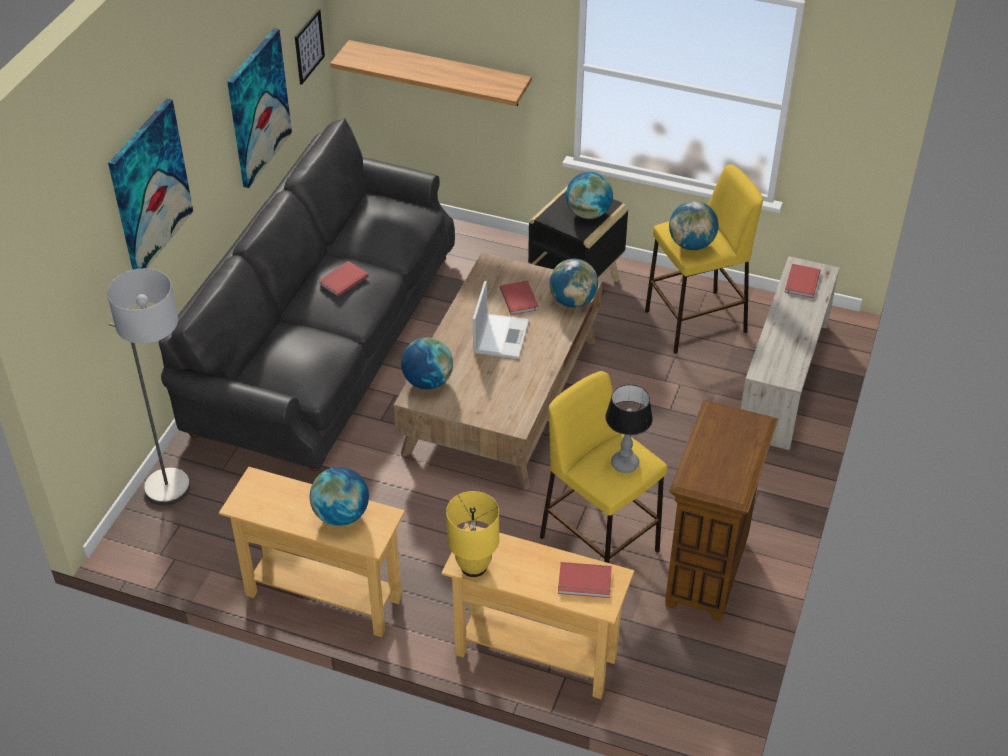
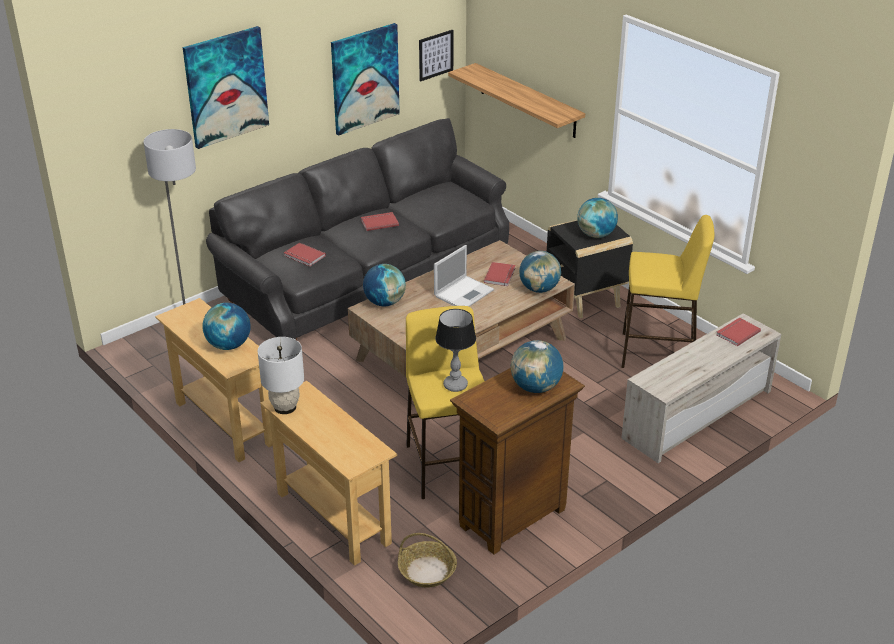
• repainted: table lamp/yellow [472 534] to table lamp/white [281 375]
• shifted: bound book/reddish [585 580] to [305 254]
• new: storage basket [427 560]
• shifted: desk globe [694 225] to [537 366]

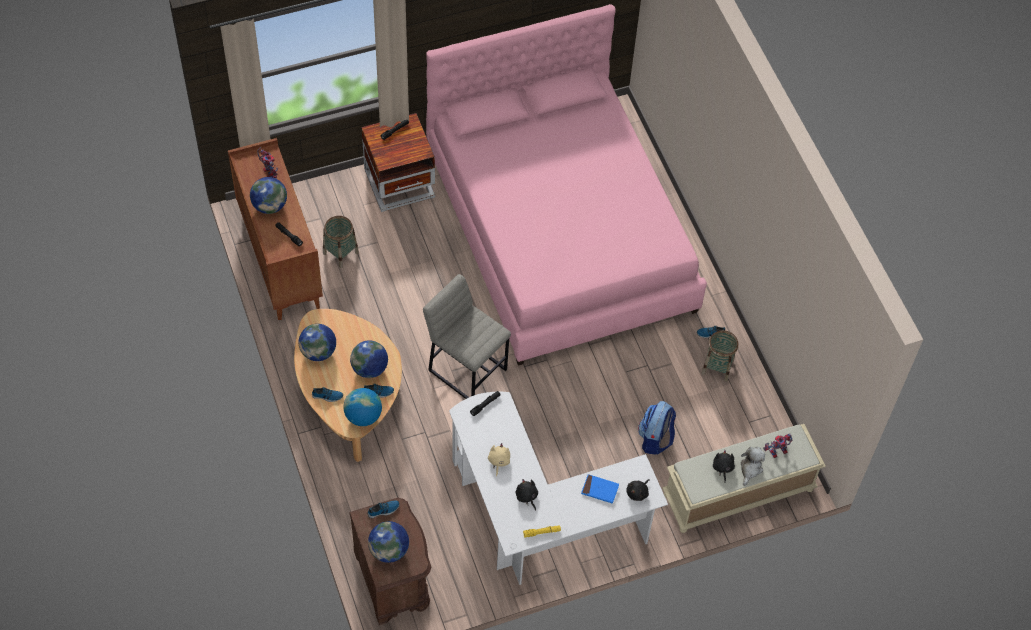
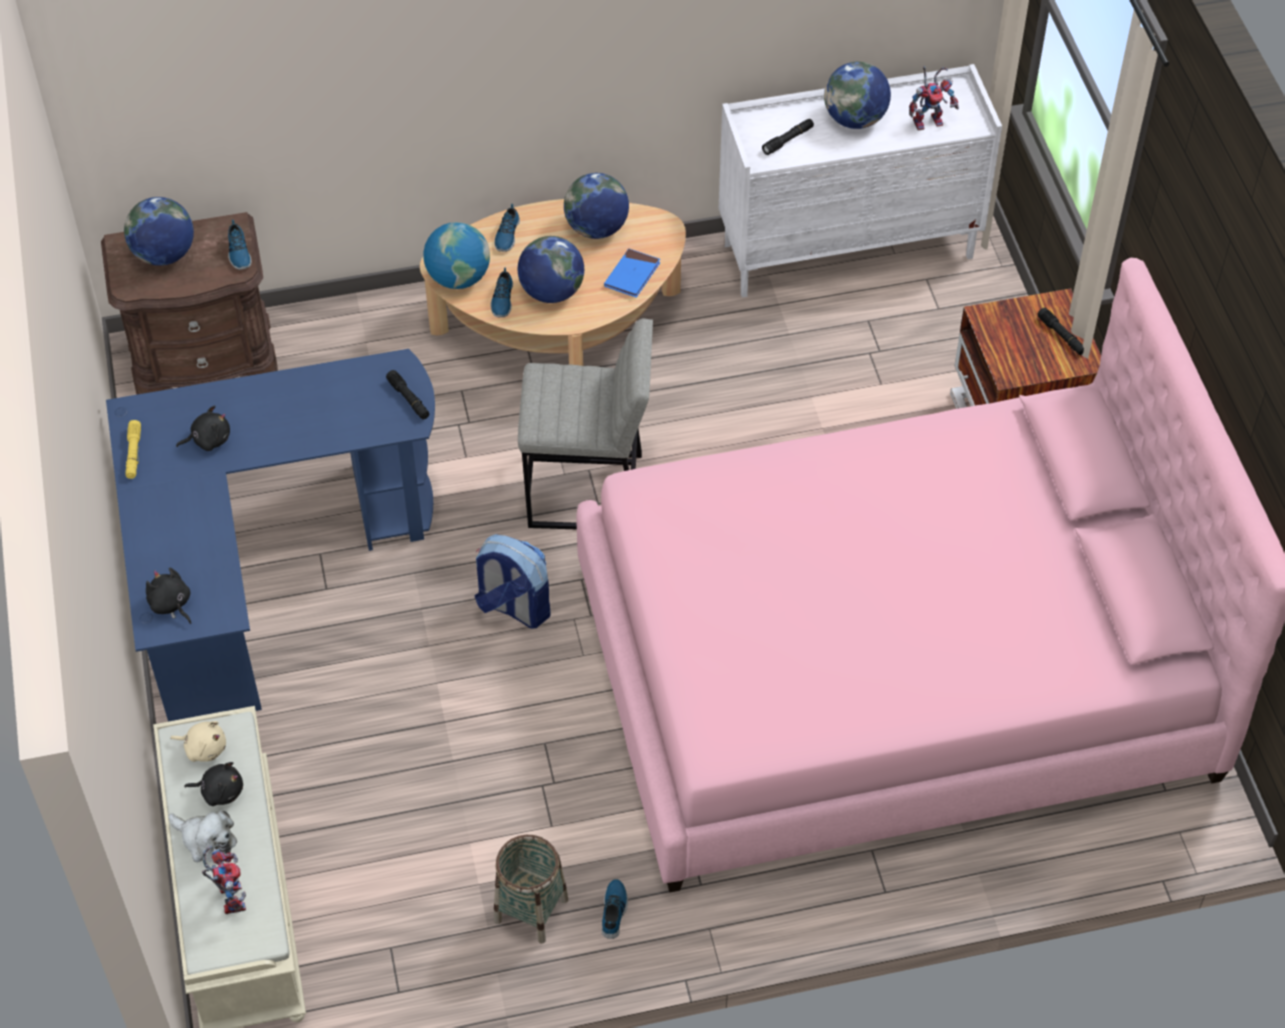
• repainted: desk unit/white [558 488] to desk unit/blue-coloured [270 535]
• shifted: soft toy/beige [499 460] to [198 741]
• shifted: rucksack [657 427] to [513 581]
• rotated: upright chair/greyish [467 336] = [585 423] 45 degrees clockwise
• shifted: bound book/blue-coloured [600 489] to [632 273]
• repainted: cabinet/brown [275 229] to cabinet/white [860 180]
• gone: storage basket [341 242]

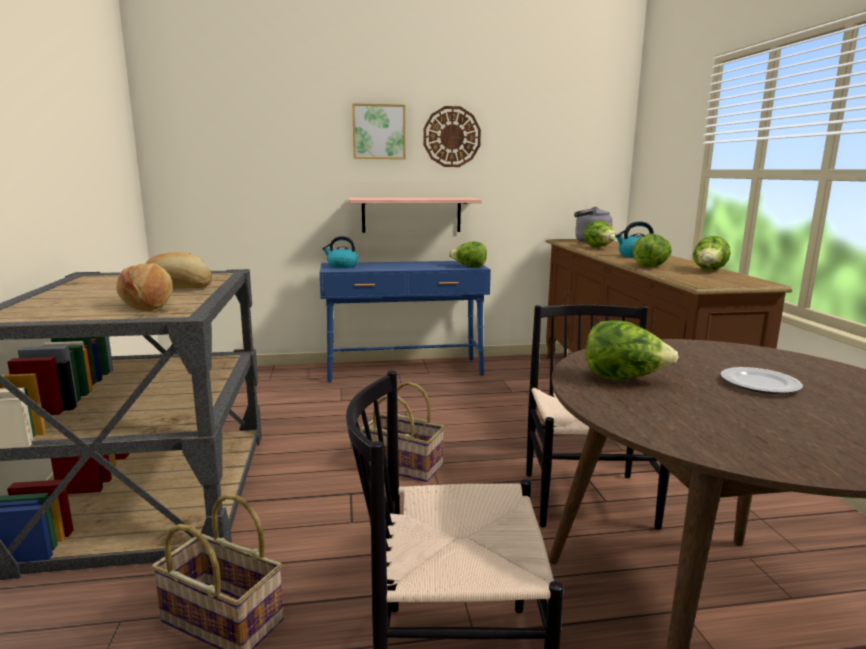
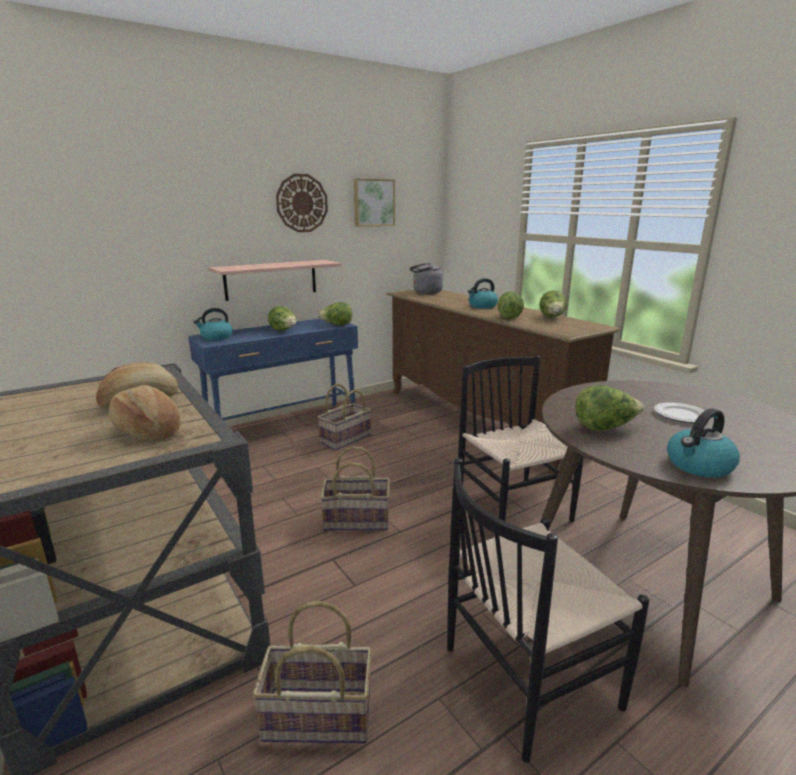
• shifted: lettuce [600 234] to [282 318]
• new: storage basket [344 417]
• shifted: wall picture [379 131] to [374 202]
• new: kettle [703 443]

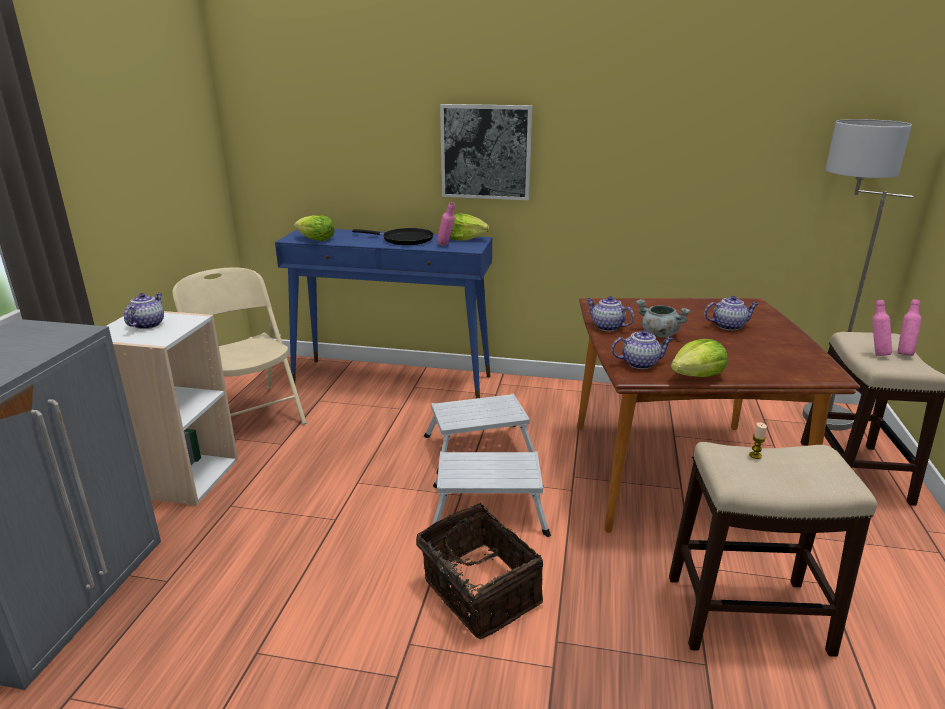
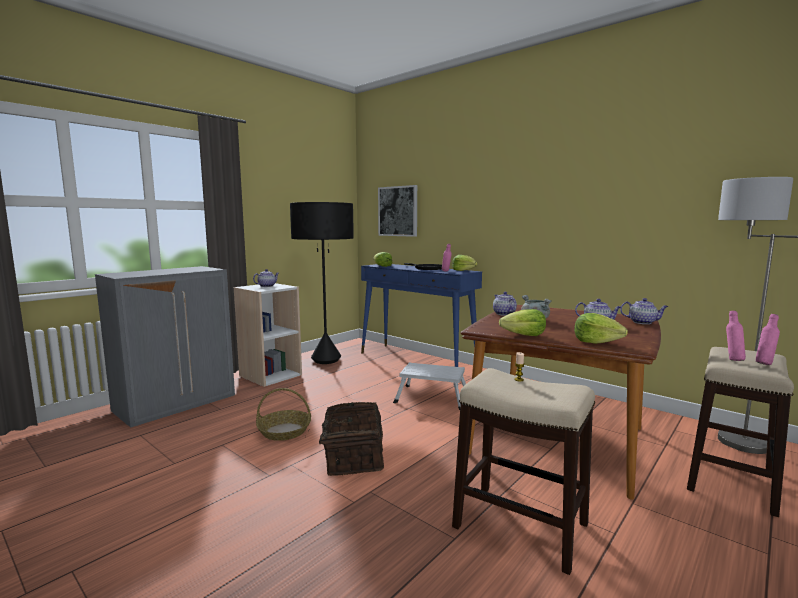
• new: storage basket [283 414]
• swapped: upright chair/beige [239 346] to standing lamp/blackish [322 283]
• shifted: wall picture [486 152] to [397 211]
• new: lettuce [601 328]
• shifted: teapot [642 349] to [644 311]
• gone: step ladder/white [491 494]

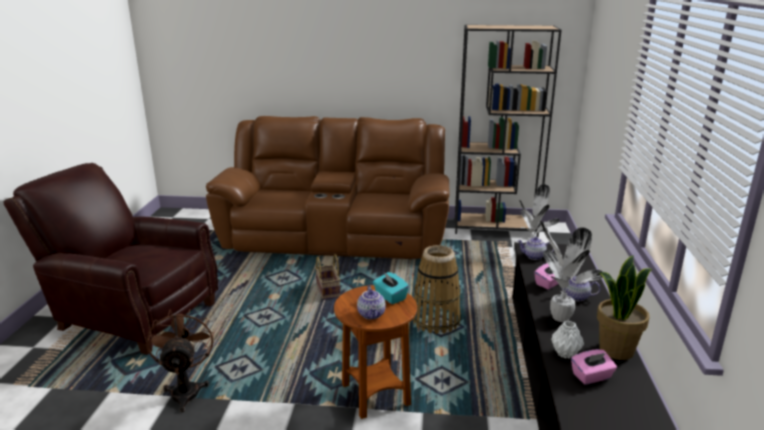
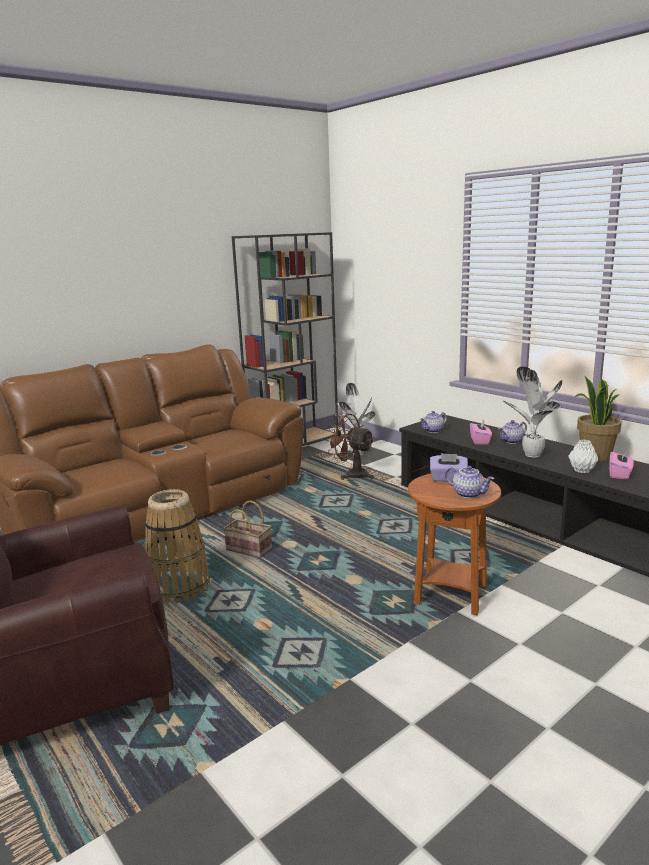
• shifted: storage basket [436 289] to [177 546]
• shifted: cooling fan/brown [180 360] to [350 446]
• repainted: tissue box/turquoise-coloured [391 288] to tissue box/purple-coloured [449 467]

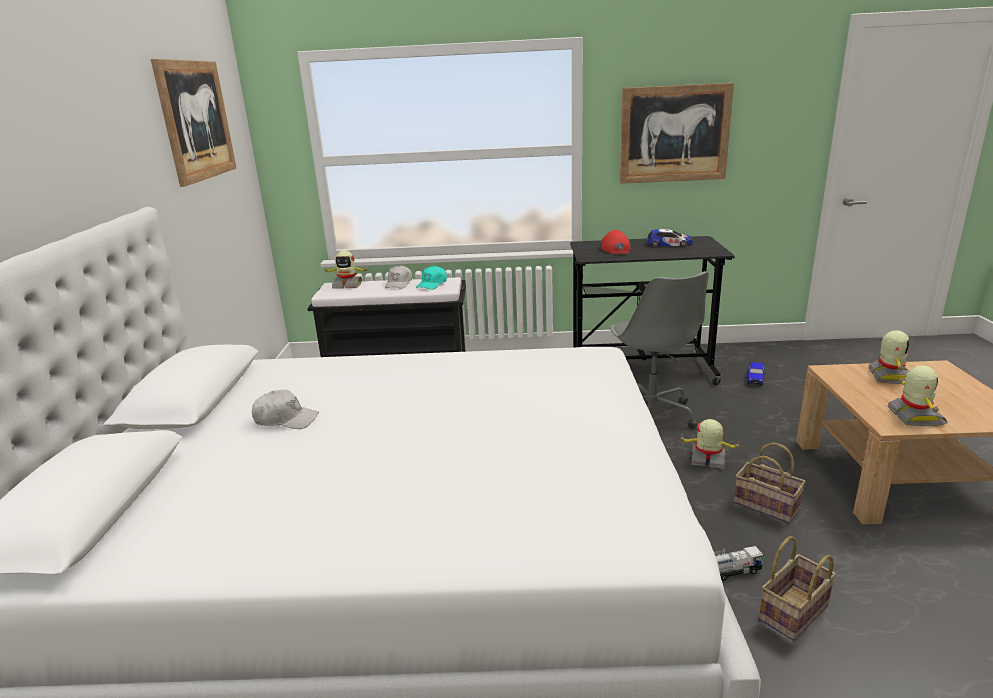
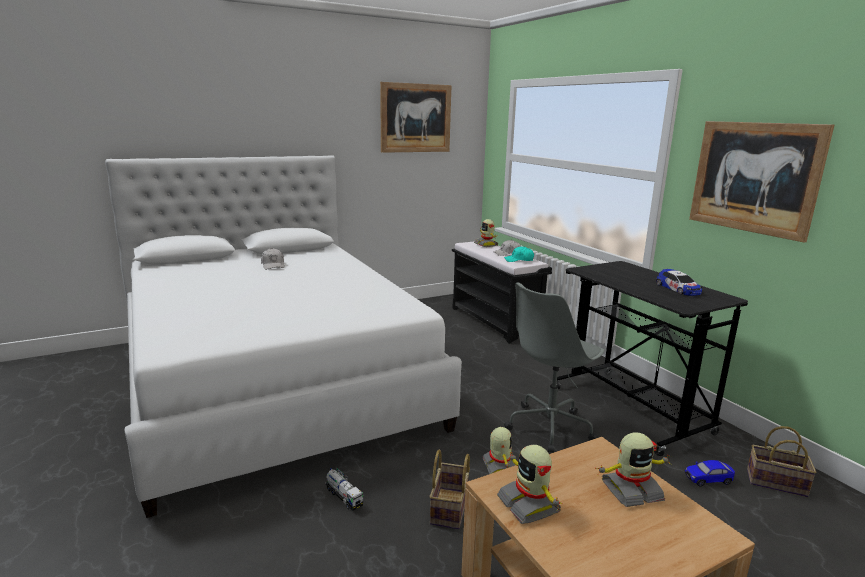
• rotated: model robot [917 395] = [530 484] 90 degrees clockwise
• shifted: storage basket [797 588] to [782 461]
• gone: baseball cap/reddish [616 242]

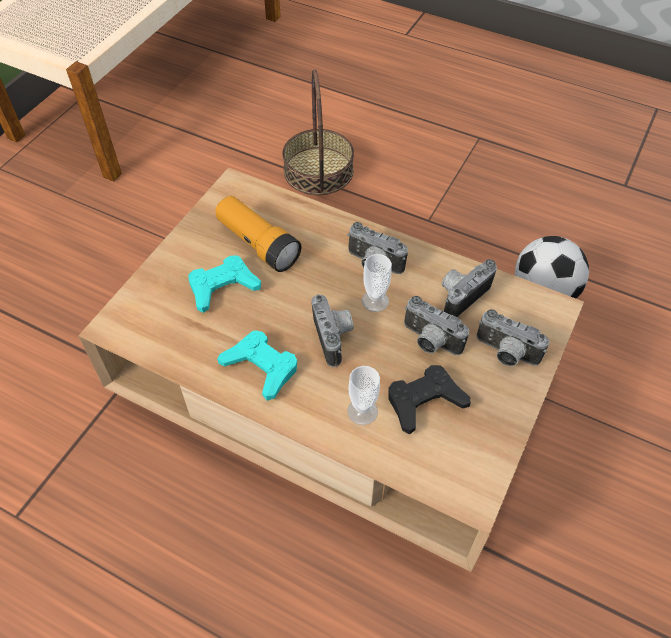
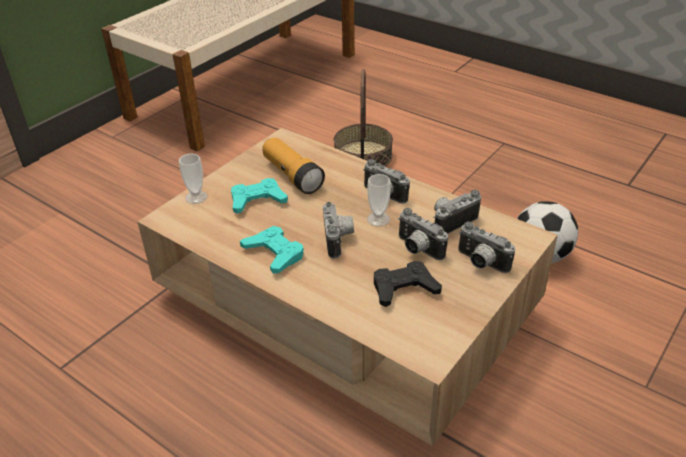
• shifted: small cup [363 395] to [193 179]

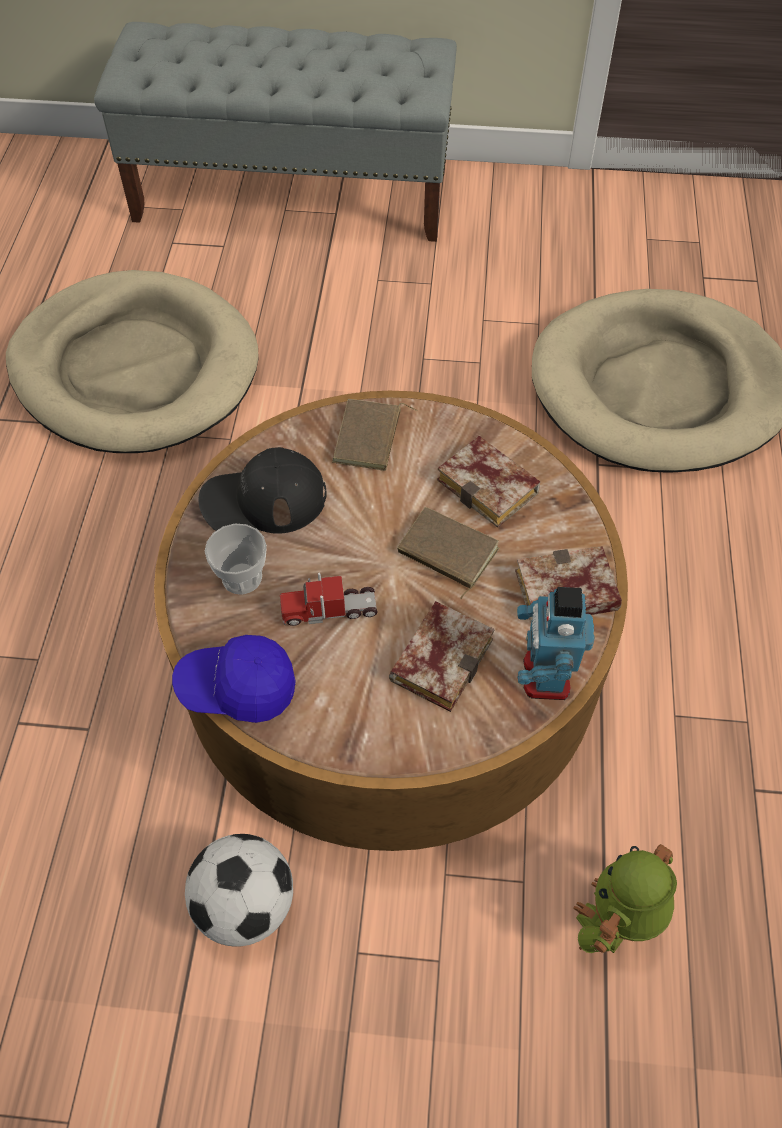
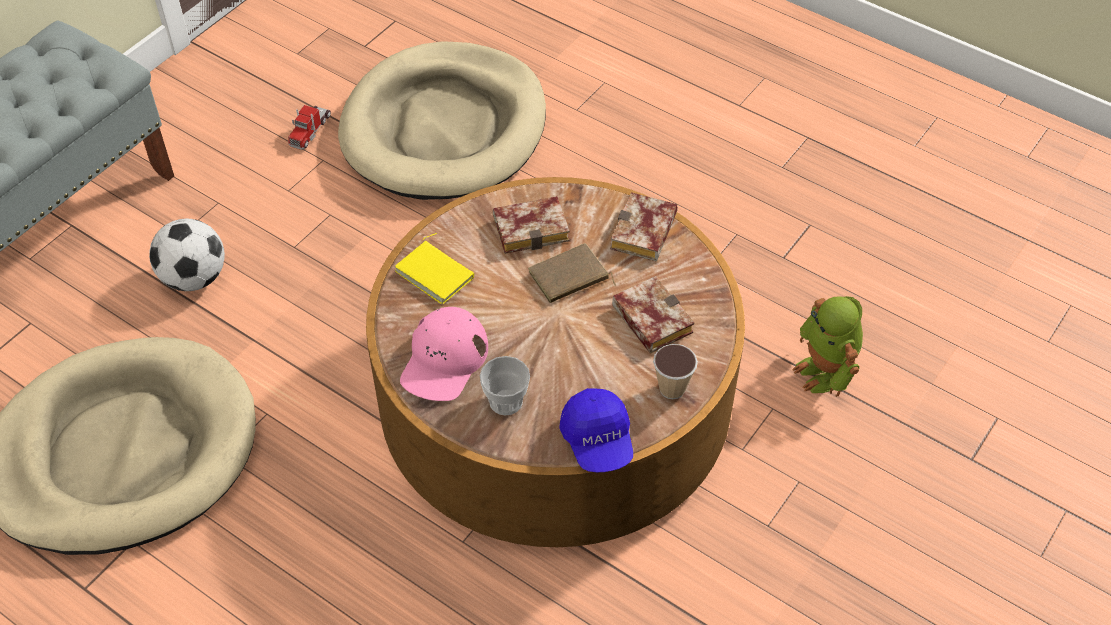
• shifted: football [239 890] to [187 255]
• shifted: toy truck [329 599] to [309 127]
• repainted: bound book/brown [374 435] to bound book/yellow [434 269]
• repainted: baseball cap/blackish [262 490] to baseball cap/pinkish [444 354]
• rotated: baseball cap/blue-coloured [233 679] = [596 430] 45 degrees counterclockwise
• new: small cup [675 371]
• gone: model robot [556 643]

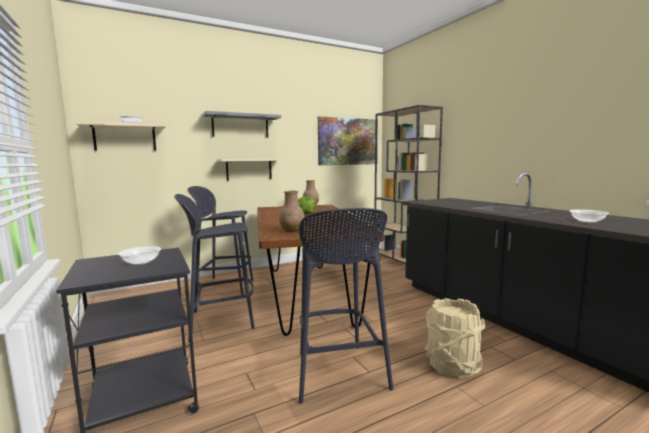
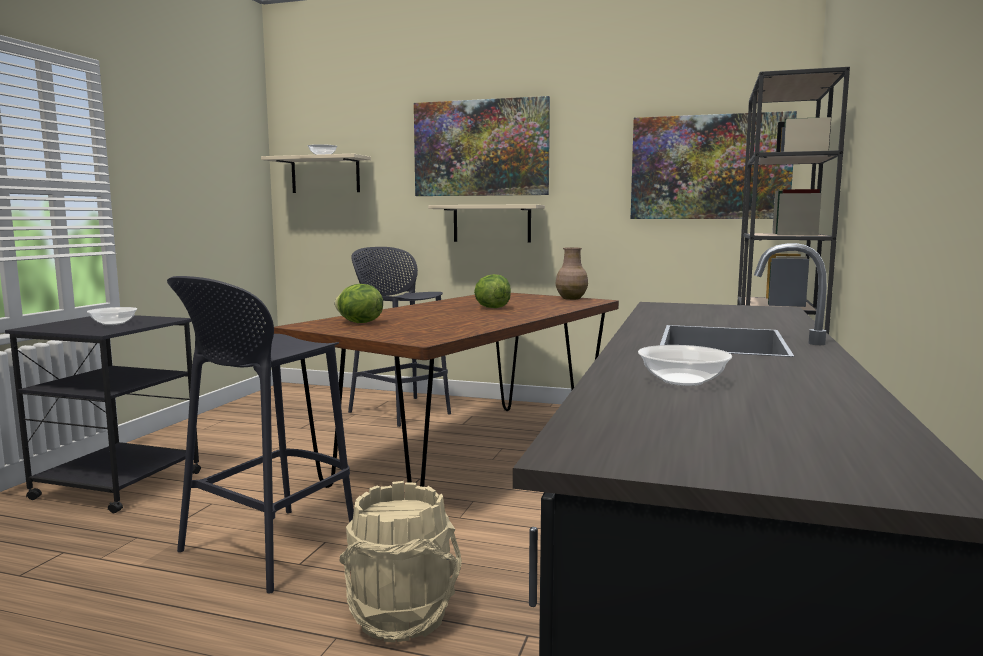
• swapped: flower vase/brown [291 211] to lettuce [358 303]
• swapped: shelf/greyish [241 124] to wall picture [482 146]
• gone: sitting stool/greyish [214 268]

